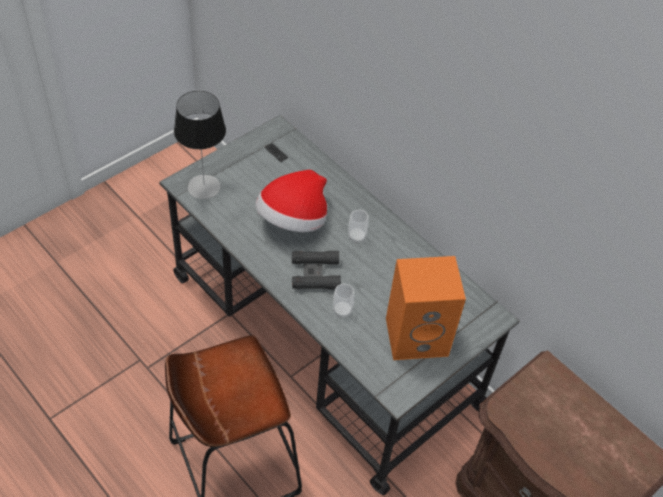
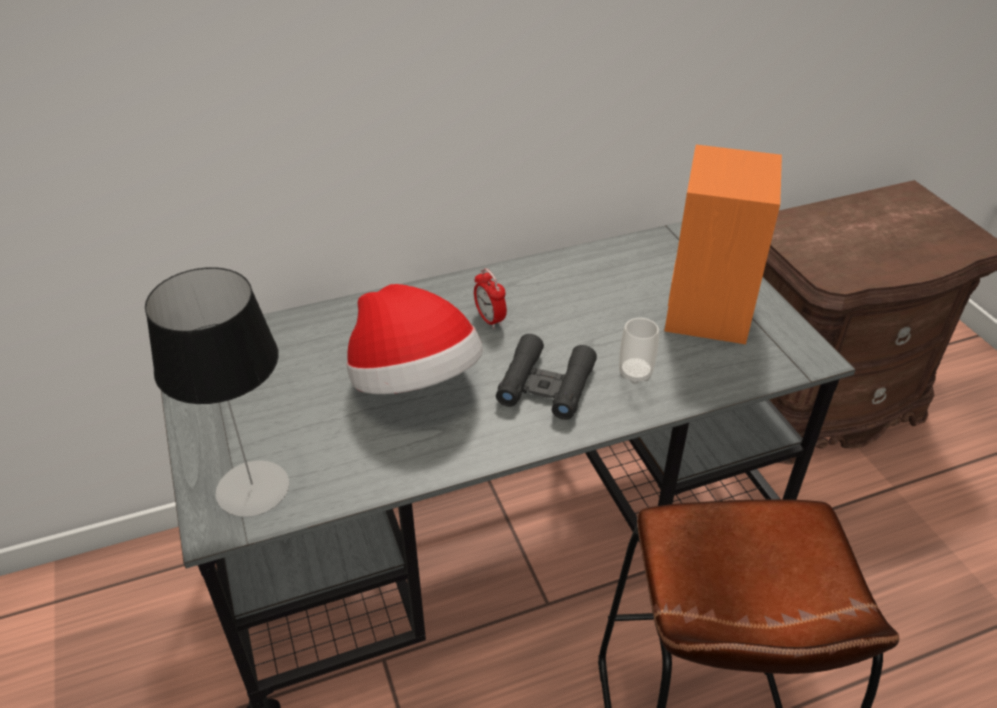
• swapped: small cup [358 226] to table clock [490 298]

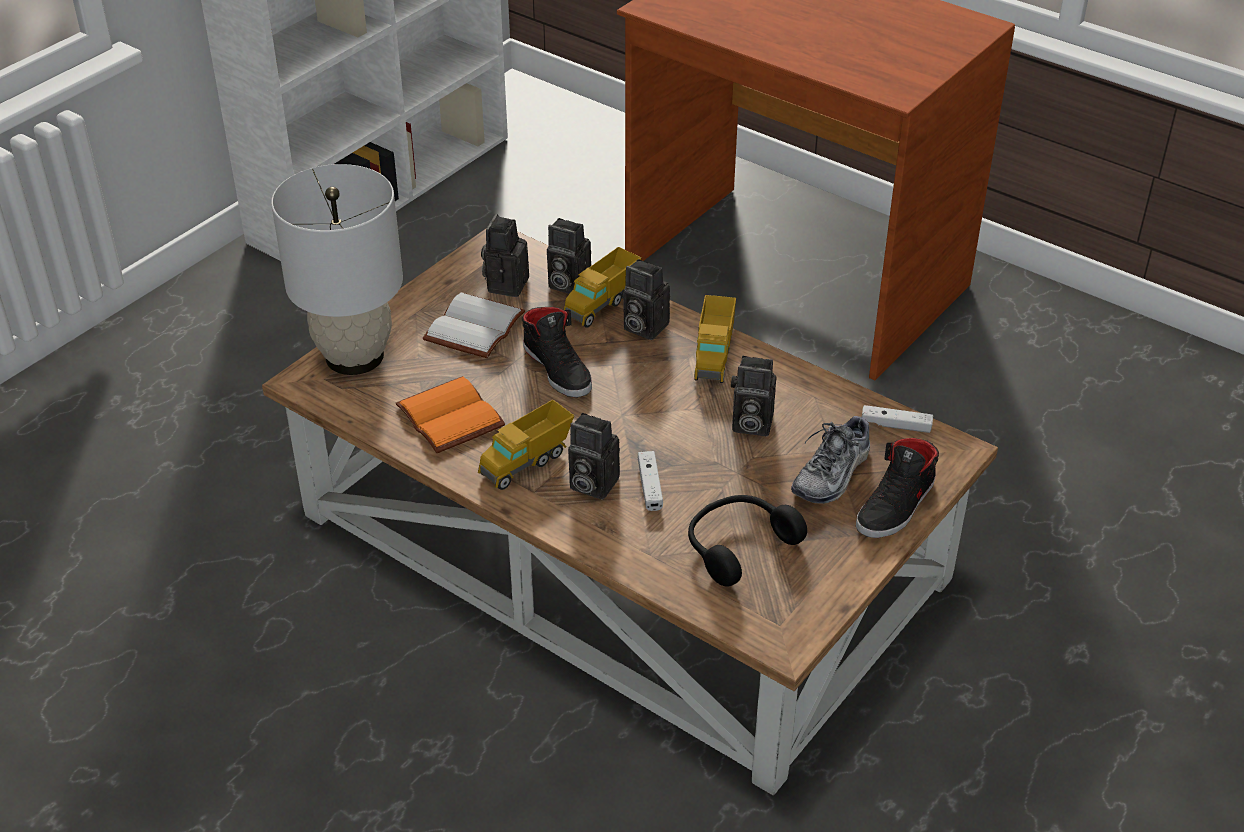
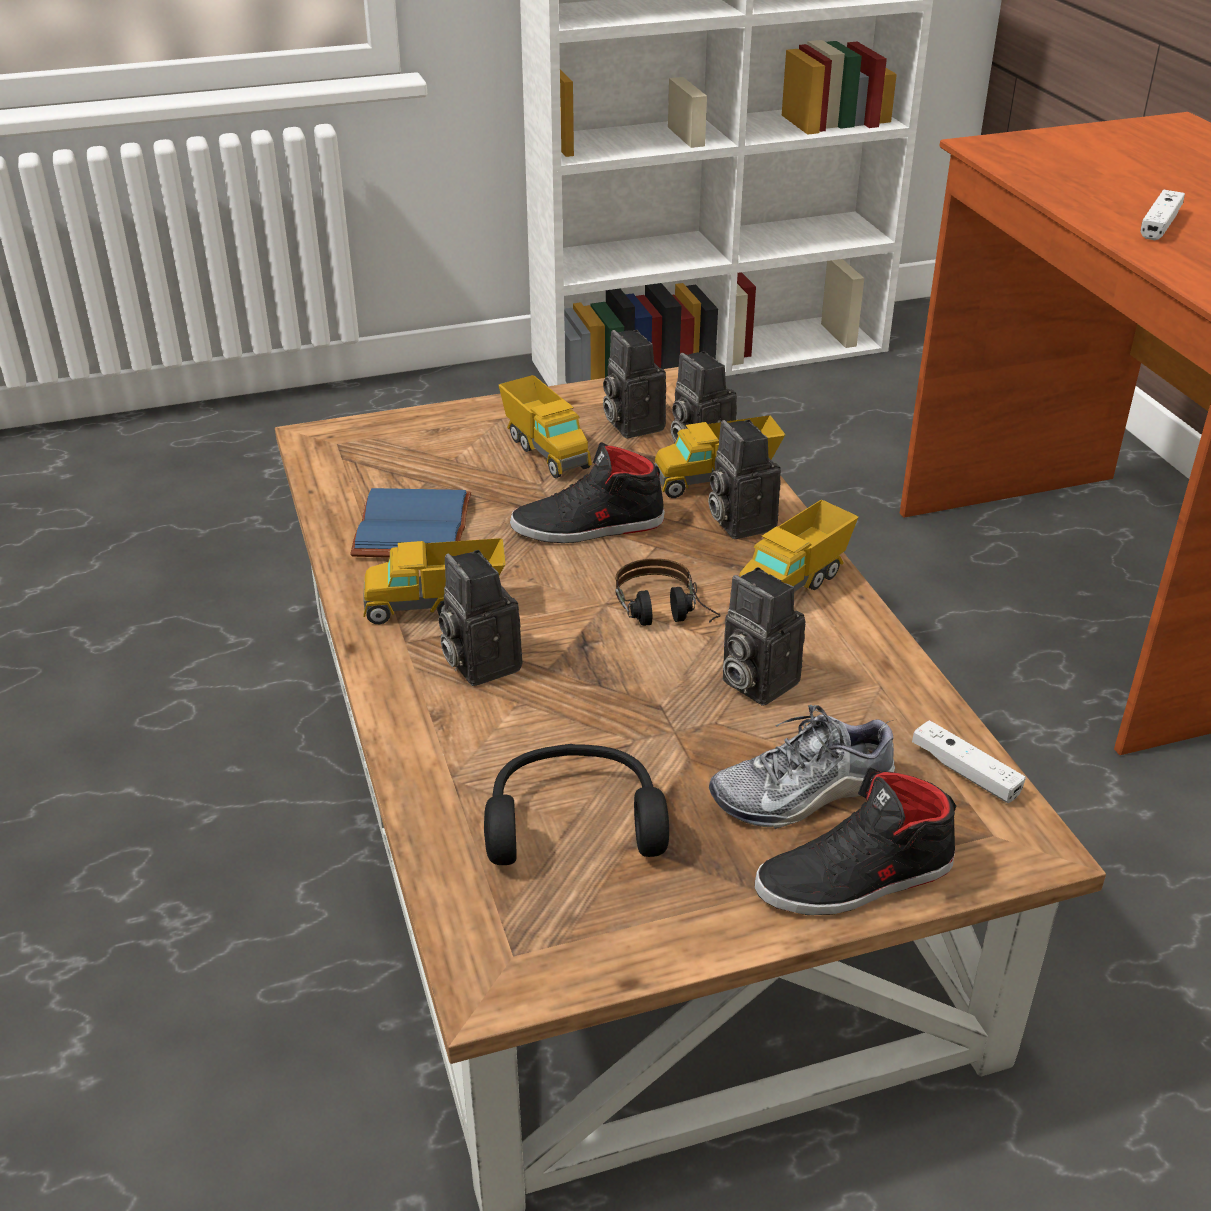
• repainted: bound book/orangey [450 414] to bound book/blue-coloured [410 523]
• swapped: bound book/white [474 325] to toy truck [545 426]
• rotated: low shoe/blackish [557 352] = [587 492] 75 degrees clockwise
• rotated: photo camera [505 255] = [634 384] 75 degrees counterclockwise
• new: headset [667 592]
• shifted: joypad/white [650 481] to [1162 215]
• gone: table lamp/white [337 269]

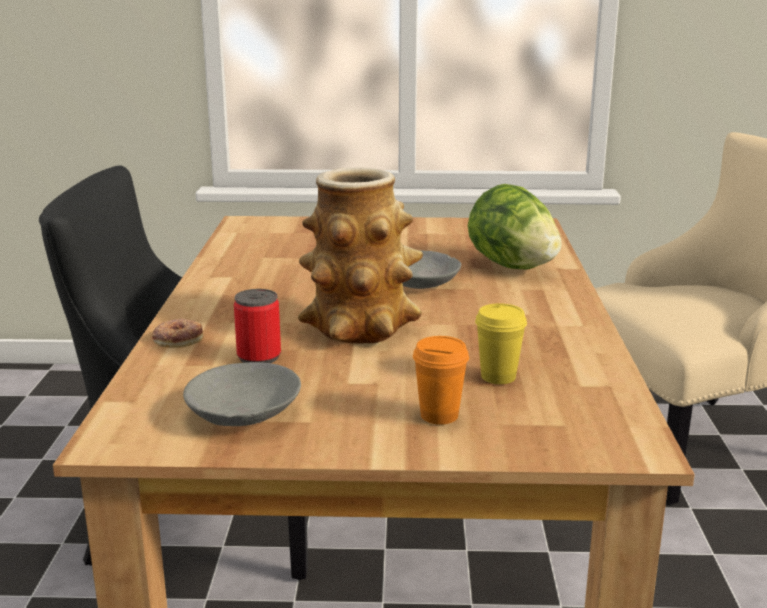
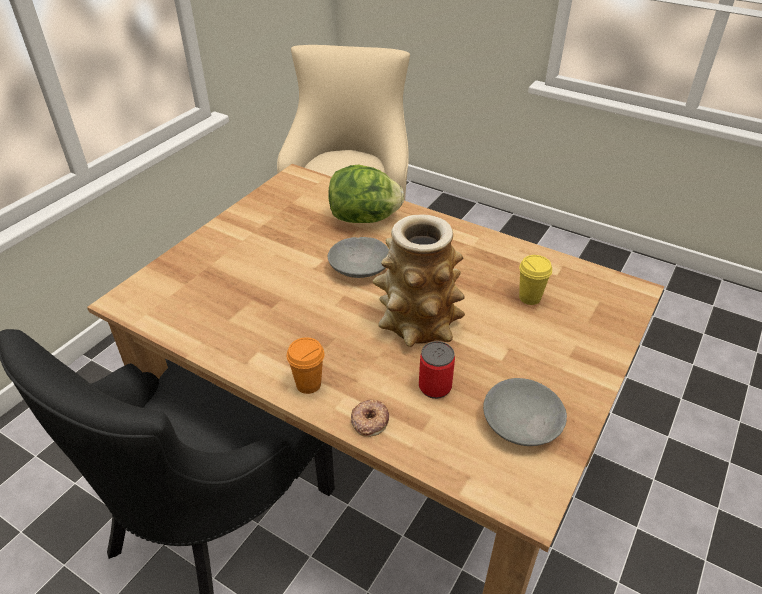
• shifted: small cup/orangey [441 380] to [306 365]

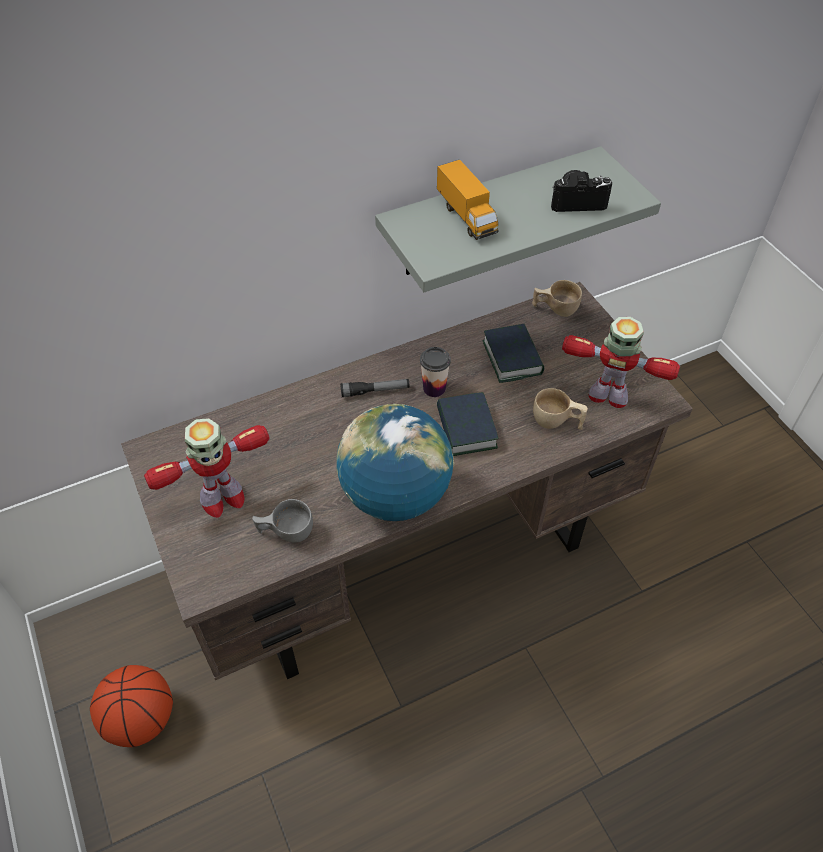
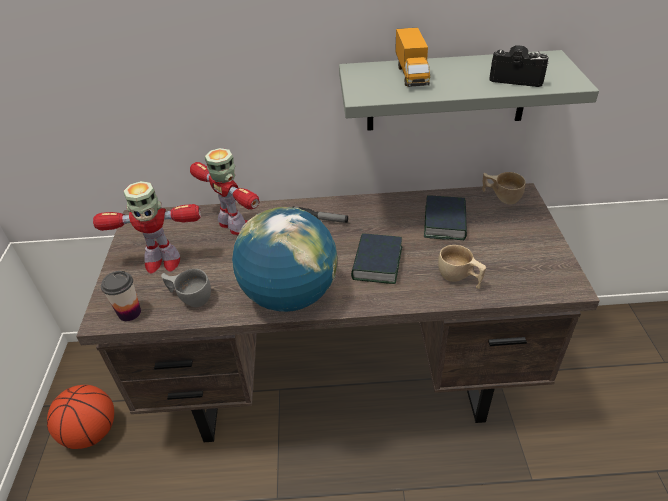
• shifted: small cup [435 372] to [121 296]
• shifted: model robot [621 362] to [224 191]

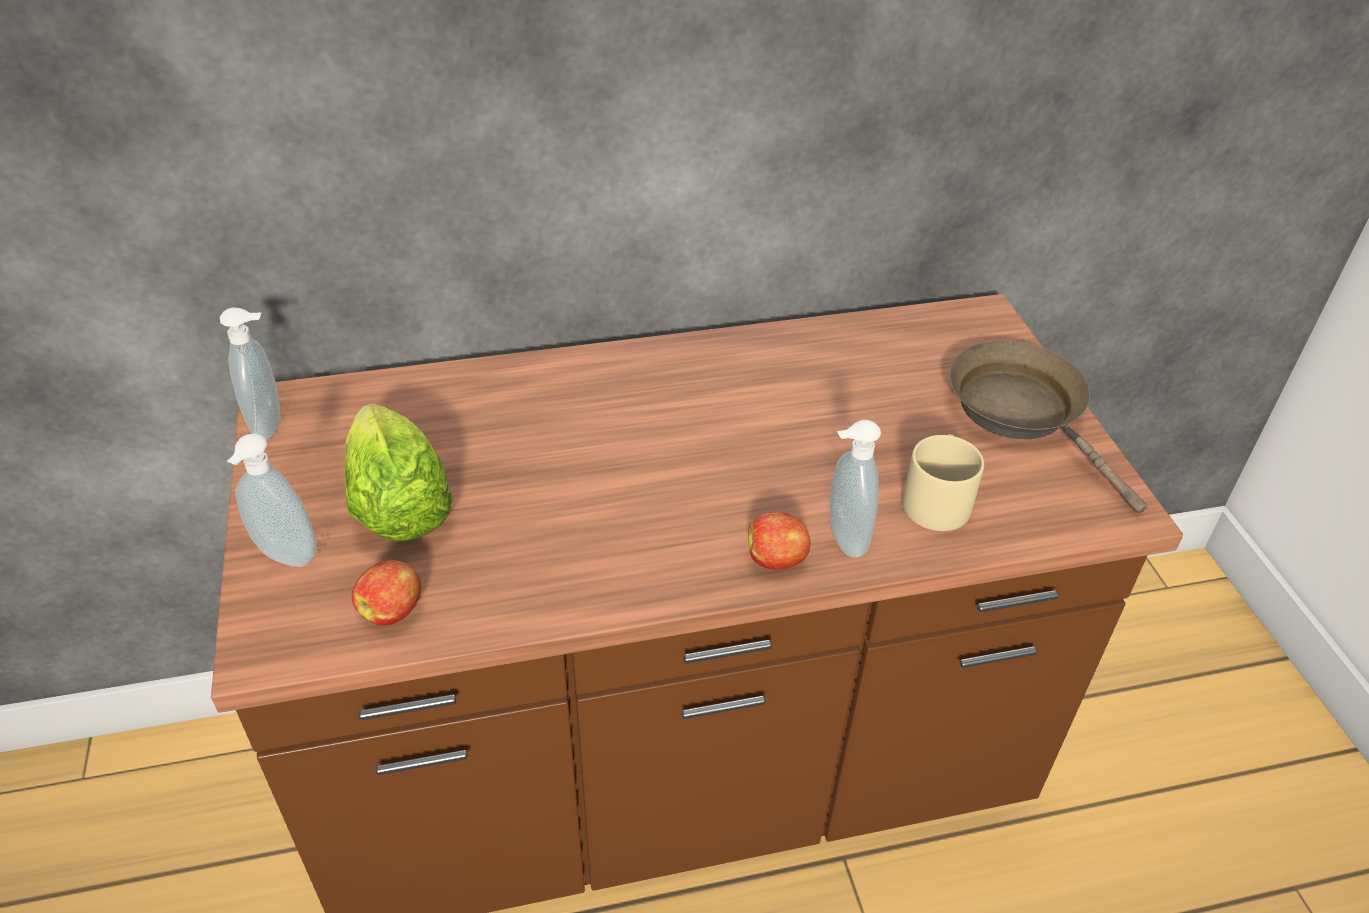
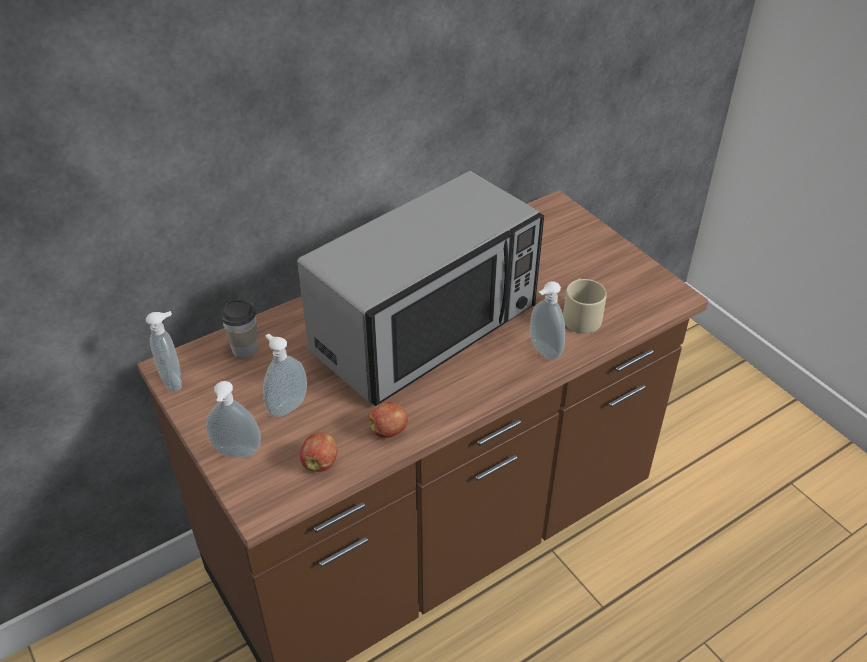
• new: small cup [239 329]
• swapped: lettuce [399 473] to soap bottle [285 375]
• new: microwave oven [420 288]
• shifted: whole apple [779 541] to [388 420]
• gone: skillet/brown [1048 426]

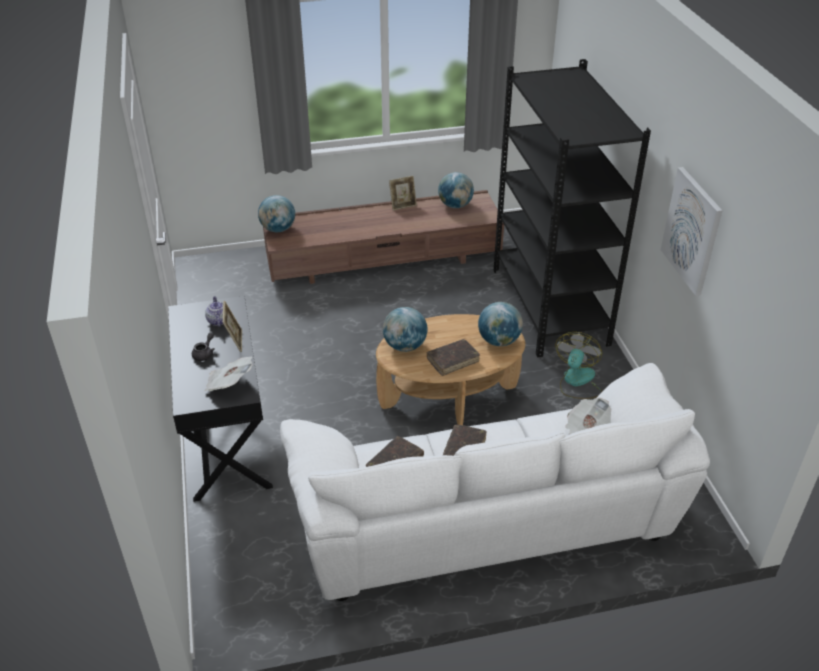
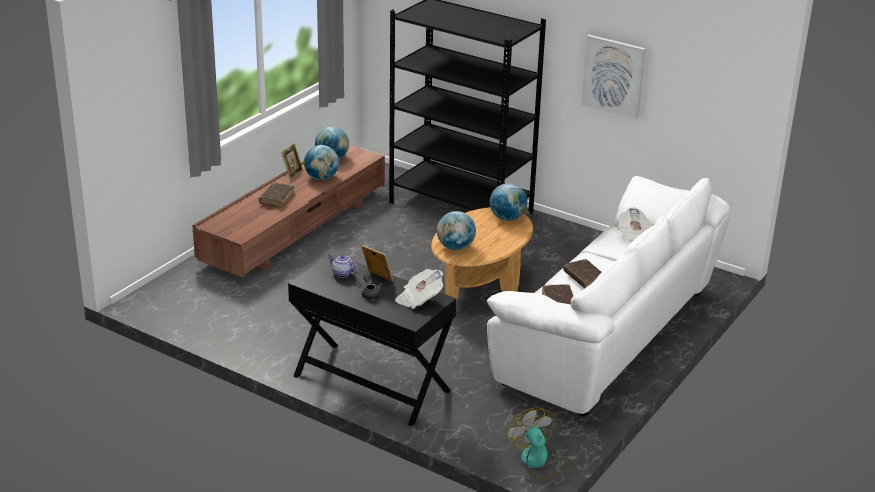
• shifted: bound book/brown [453 357] to [276 195]
• shifted: desk globe [276 213] to [321 162]
• shifted: cooling fan [579 365] to [538 443]

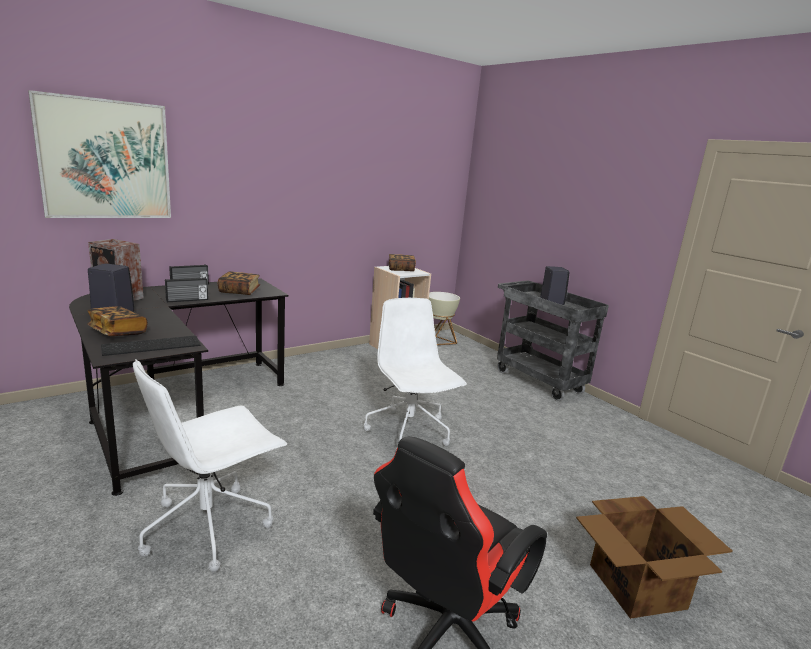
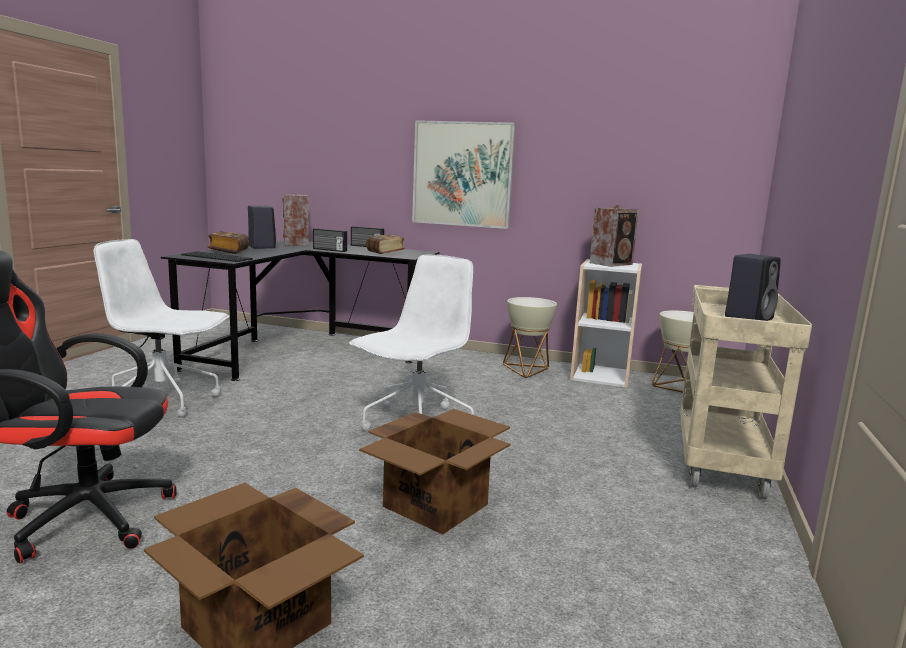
• new: packing box [434 472]
• shifted: wall picture [99 154] to [464 174]
• new: plant pot [530 337]
• swapped: bound book [402 262] to audio speaker [614 236]
• repainted: cart/blackish [553 340] to cart/beige [746 392]

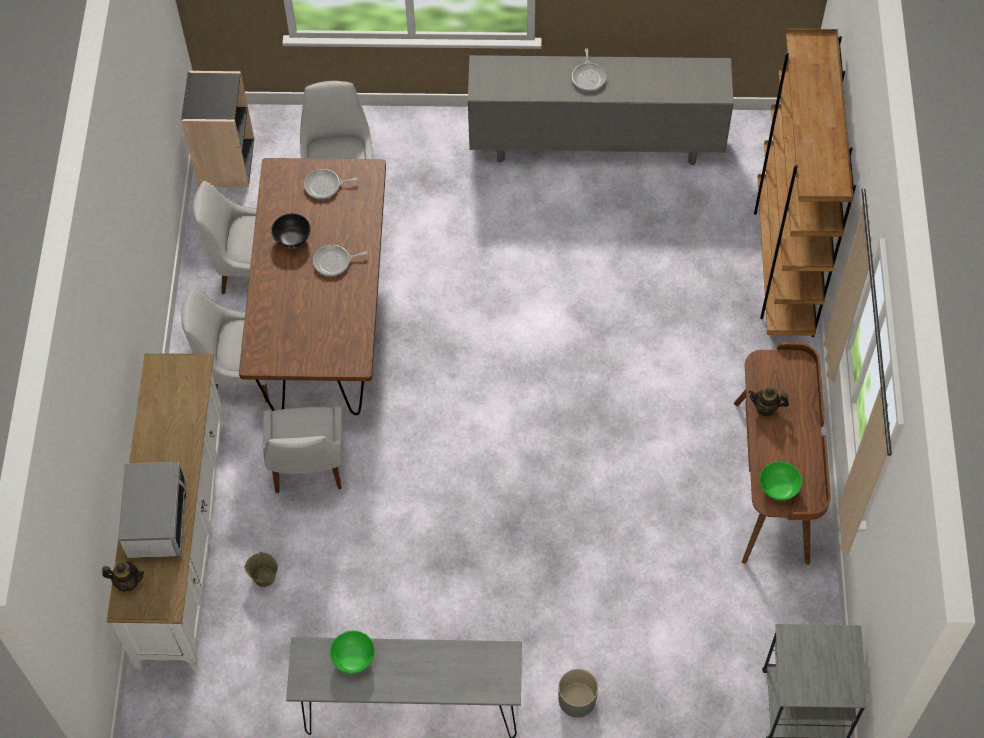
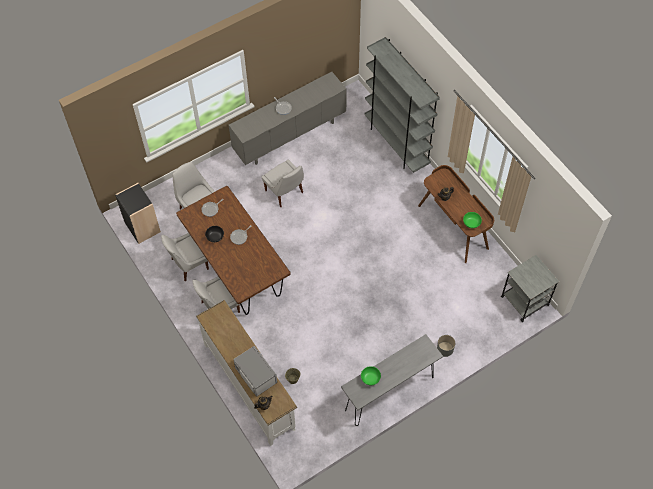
• shifted: upright chair/white [303 449] to [283 183]
• repainted: shelving unit/brown [805 183] to shelving unit/greyish [402 105]

